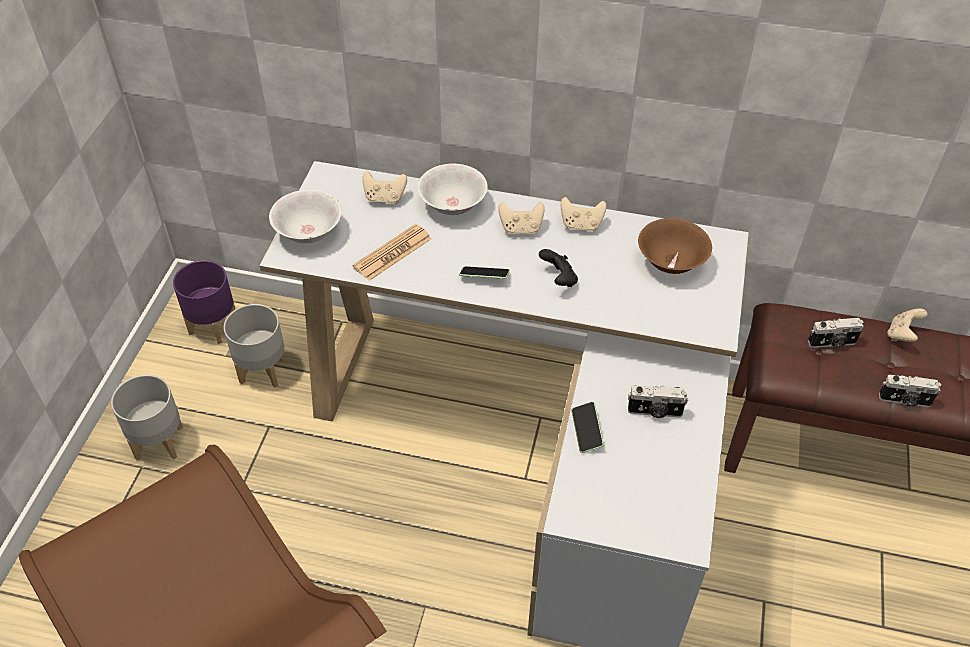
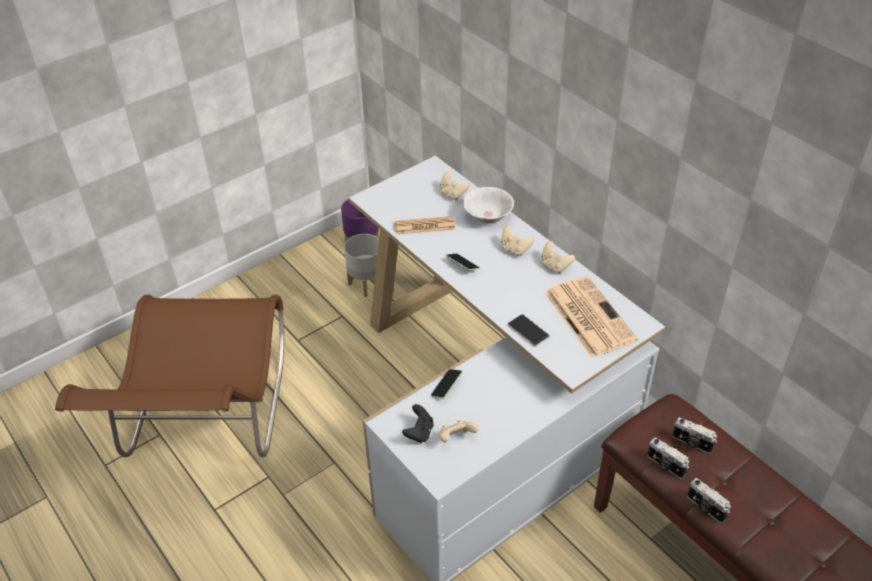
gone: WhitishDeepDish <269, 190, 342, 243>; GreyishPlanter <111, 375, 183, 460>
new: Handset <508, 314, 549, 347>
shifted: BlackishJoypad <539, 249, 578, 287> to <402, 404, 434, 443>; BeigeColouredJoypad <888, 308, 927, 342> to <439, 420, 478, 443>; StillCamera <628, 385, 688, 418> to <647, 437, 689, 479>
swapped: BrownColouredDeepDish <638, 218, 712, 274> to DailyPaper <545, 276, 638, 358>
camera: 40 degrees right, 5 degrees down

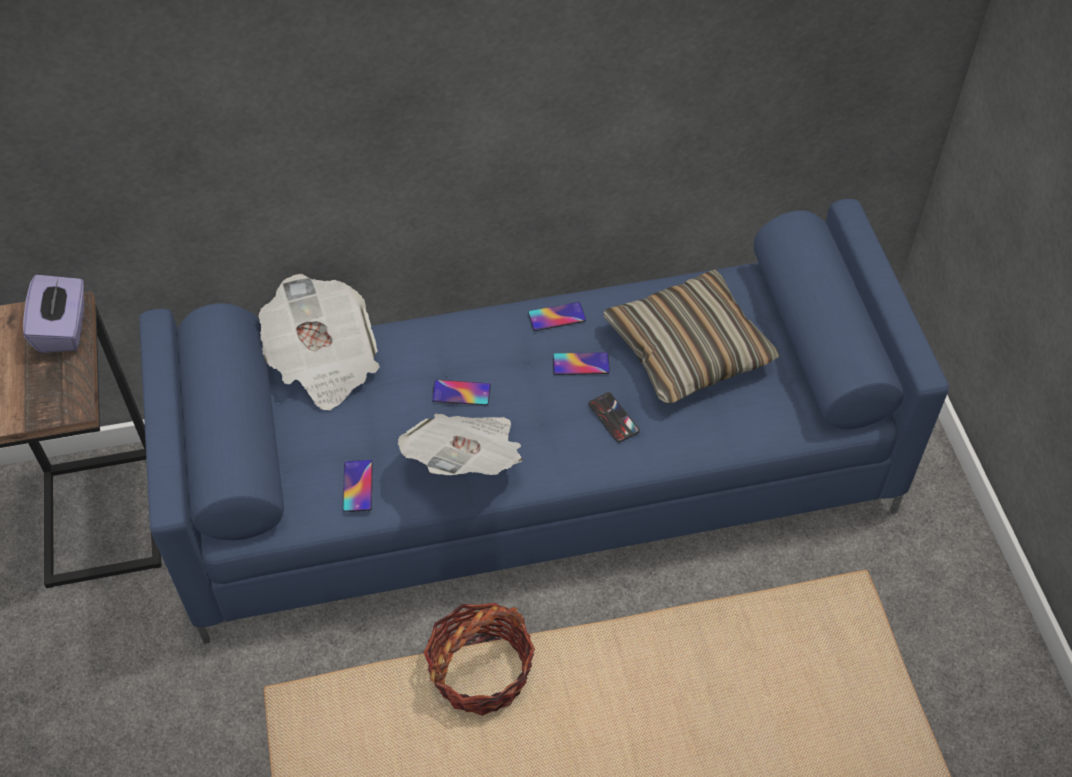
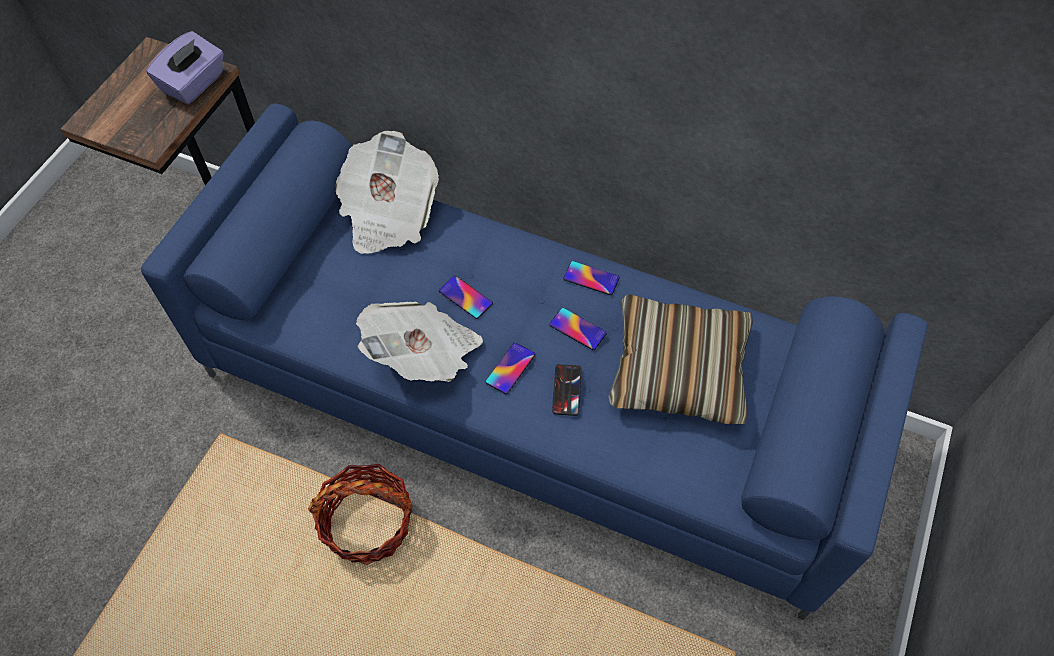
shifted: Handset <343, 460, 373, 512> to <485, 342, 536, 394>
camera: 35 degrees right, 5 degrees up

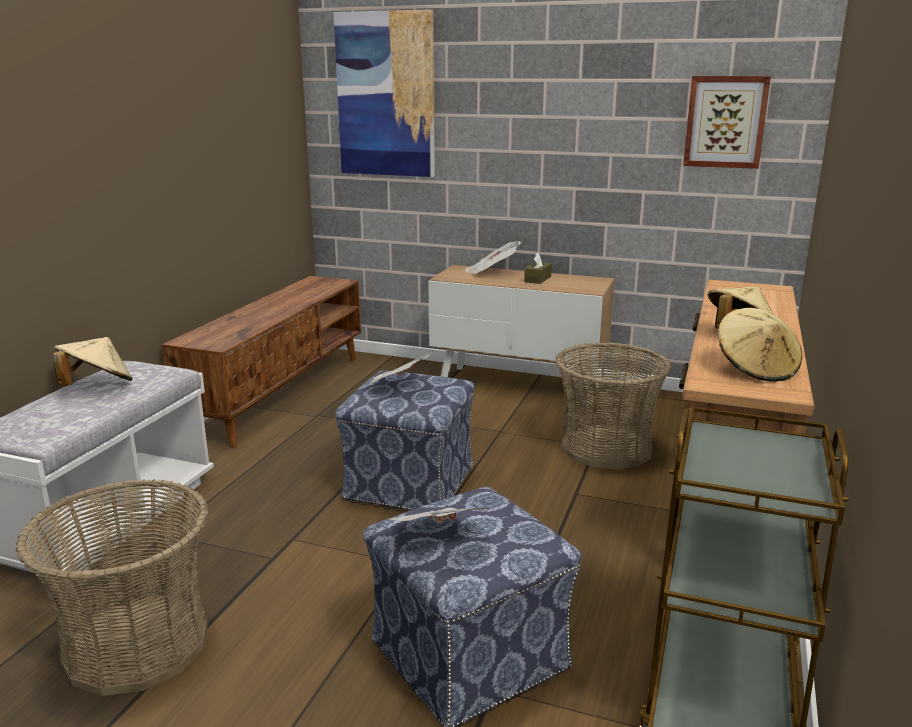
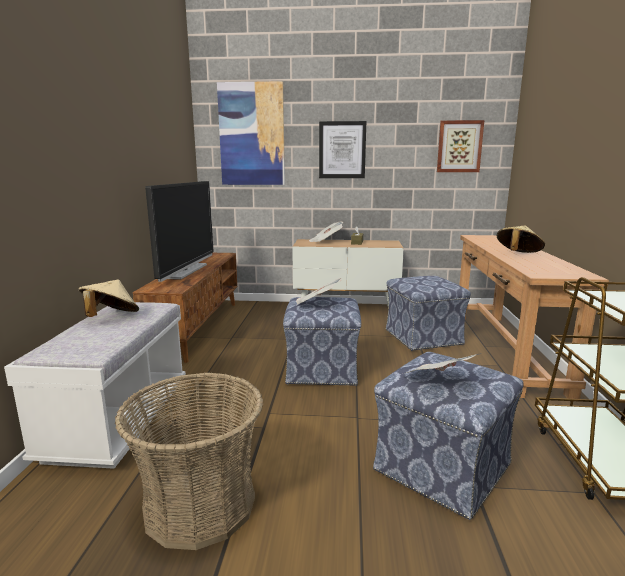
gone: BeigeColouredWearableHat <718, 308, 802, 382>
new: Picture <319, 121, 366, 178>; Tv <145, 181, 213, 282>
swapped: HouseholdBasket <555, 342, 672, 470> to Ottoman <385, 276, 471, 351>
camera: 15 degrees left, 5 degrees down

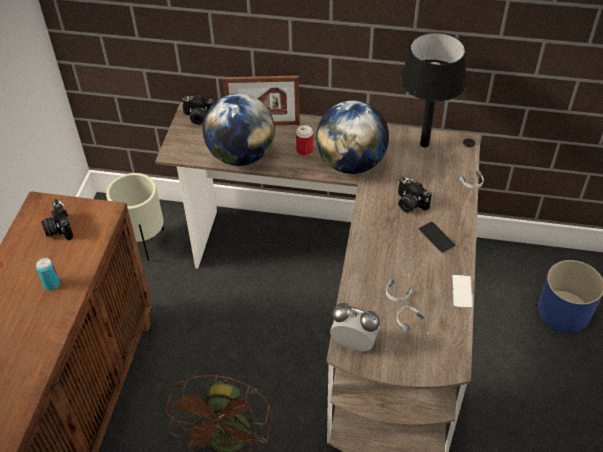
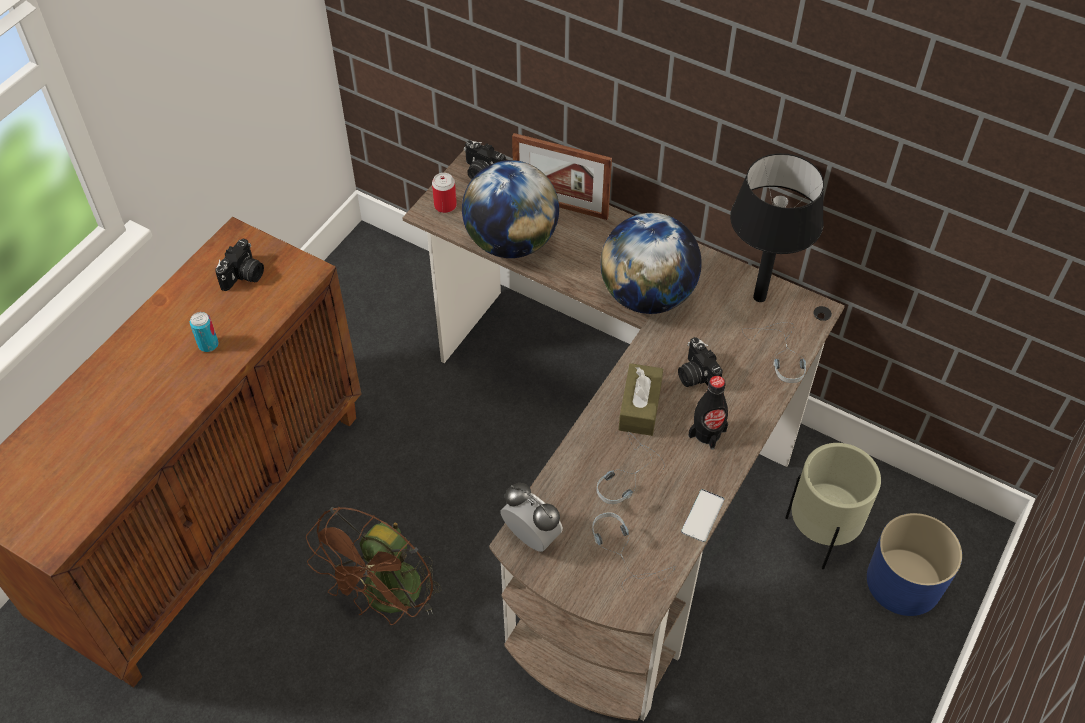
new: BrownColouredBoxOfTissues <619, 363, 663, 436>
shifted: SealedCan <296, 125, 313, 156> to <432, 173, 457, 213>; BeigeColouredPlanter <106, 173, 164, 261> to <785, 443, 881, 569>
swapped: Handset <419, 222, 455, 253> to BlackishBottle <688, 376, 728, 450>
rotated: StillCamera <41, 199, 74, 240> = <215, 238, 264, 291> 150 degrees counterclockwise
camera: 20 degrees right, 5 degrees up

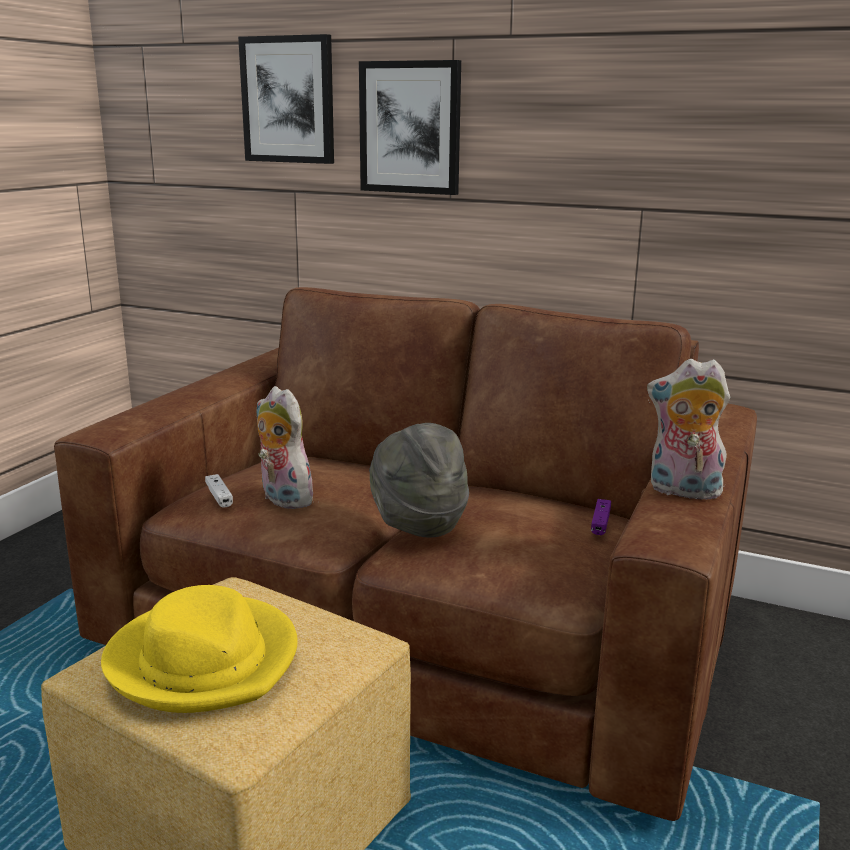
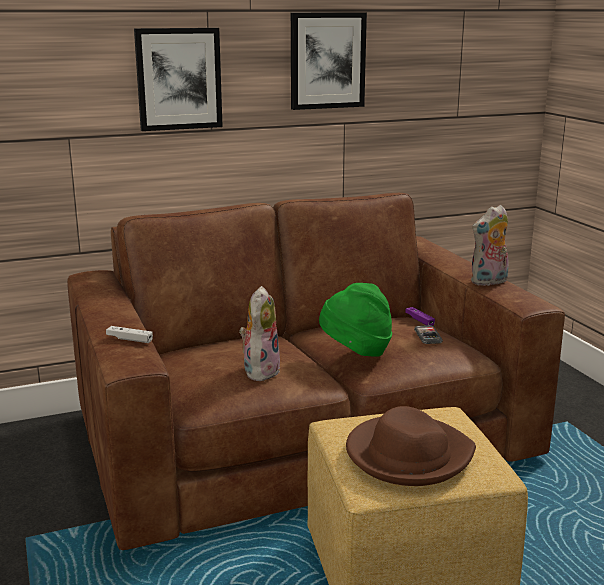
new: Handset <414, 325, 443, 344>
shifted: Picture <238, 34, 334, 164> to <291, 12, 367, 110>; WhitishJoypad <205, 474, 233, 508> to <106, 326, 153, 343>
repainted: GreyishWearableHat <369, 423, 469, 537> to GreenishWearableHat <319, 283, 392, 357>; YellowishWearableHat <101, 585, 298, 713> to BrownColouredWearableHat <346, 406, 476, 486>
rotated: SoftToy <256, 386, 313, 509> = <239, 286, 280, 381> 105 degrees clockwise
camera: 45 degrees left, 0 degrees up

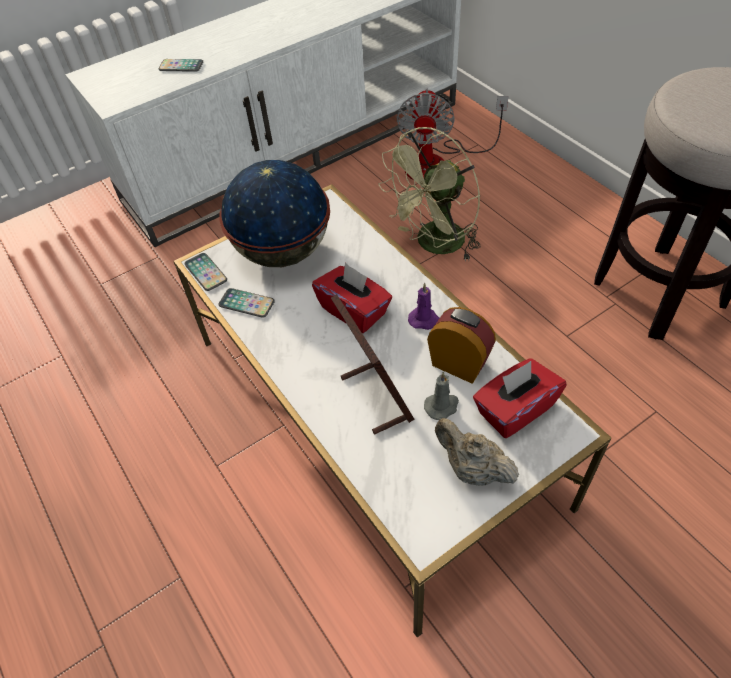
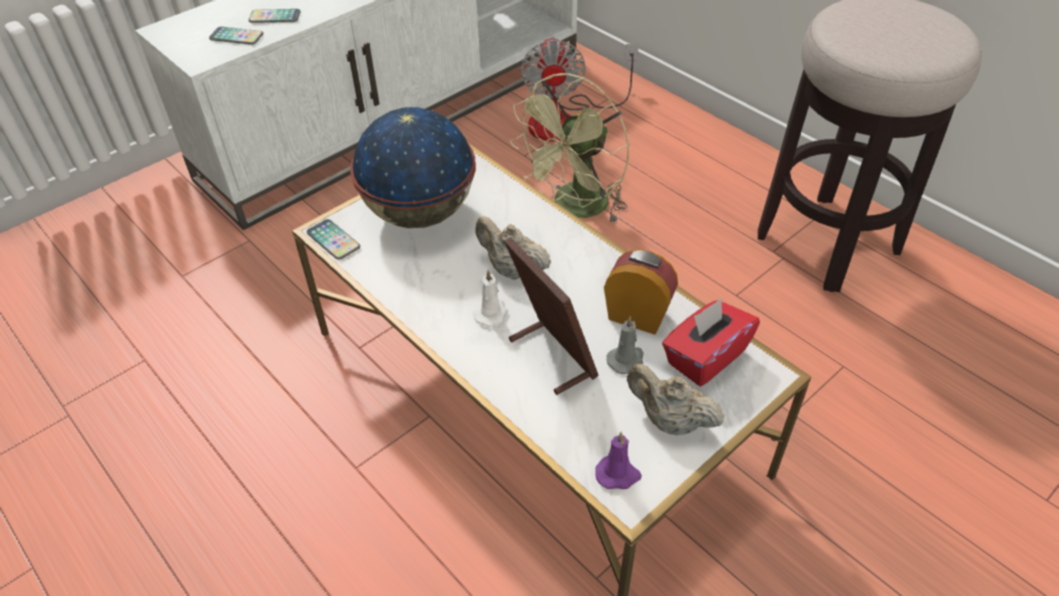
new: WhitishWaxCandle <473, 269, 508, 327>
shifted: PurplishWaxCandle <408, 283, 439, 330> to <595, 432, 642, 489>; Handset <219, 288, 275, 318> to <209, 27, 264, 45>
swapped: RedColouredBoxOfTissues <312, 262, 392, 333> to BeigeColouredPotForTea <475, 216, 551, 280>
camera: 10 degrees left, 5 degrees down

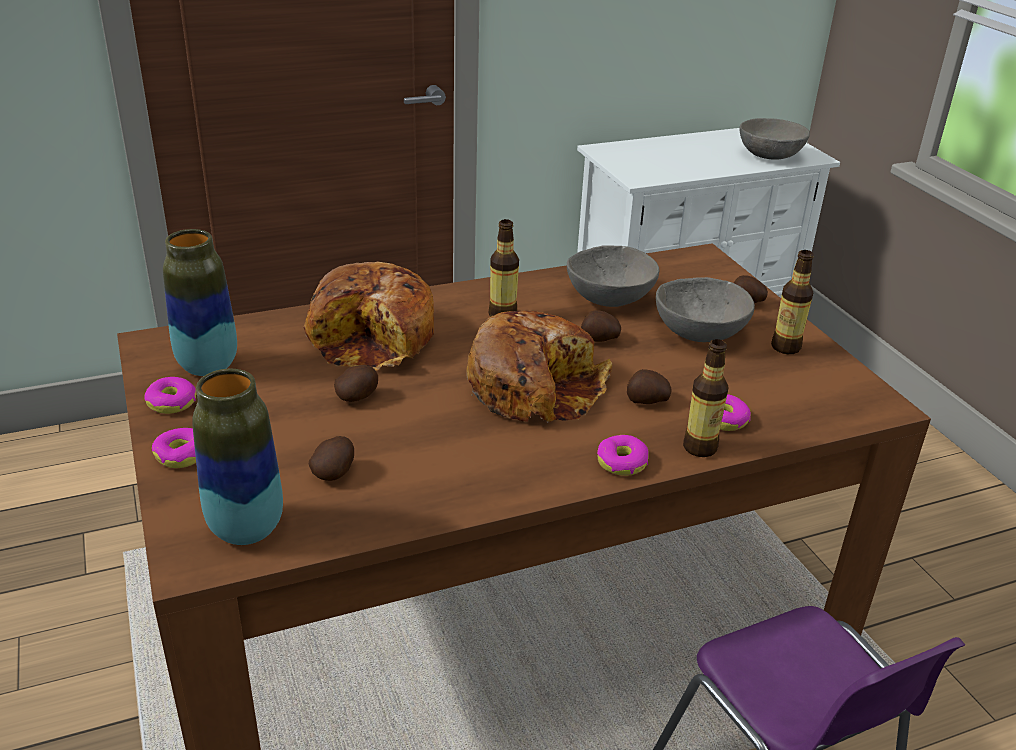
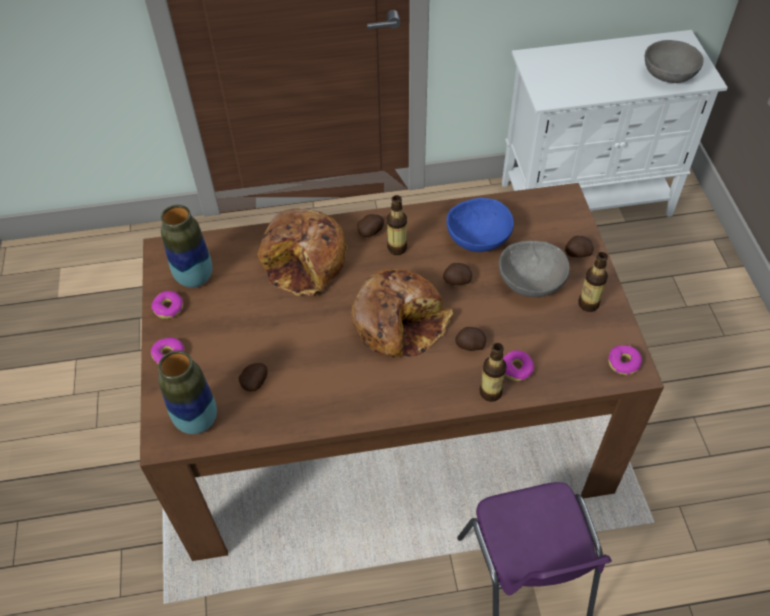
shifted: WholePotato <334, 365, 378, 402> to <357, 214, 384, 237>; Doughnut <597, 435, 649, 476> to <608, 345, 642, 375>
repainted: GreyishDeepDish <567, 245, 659, 307> to BluishDeepDish <446, 198, 514, 252>
camera: 15 degrees right, 20 degrees up

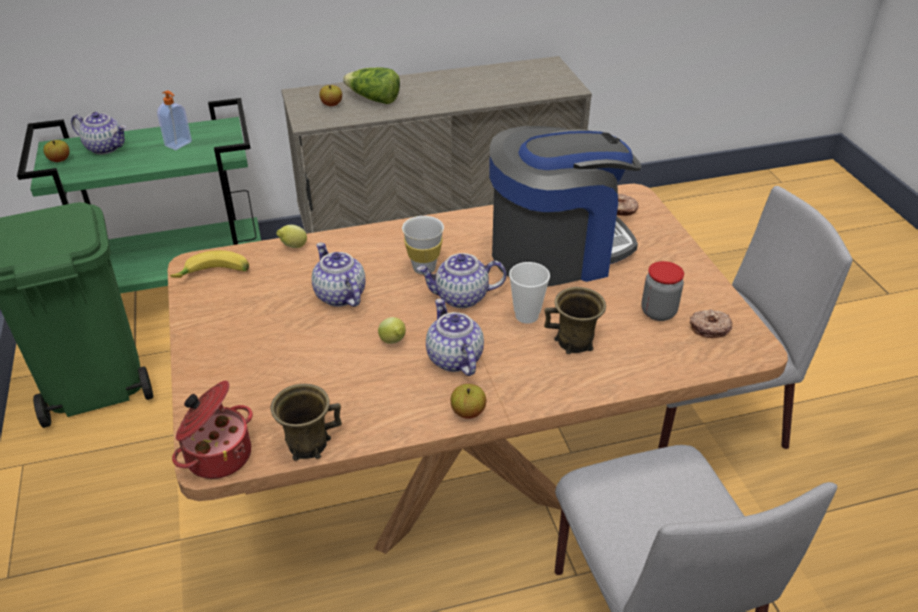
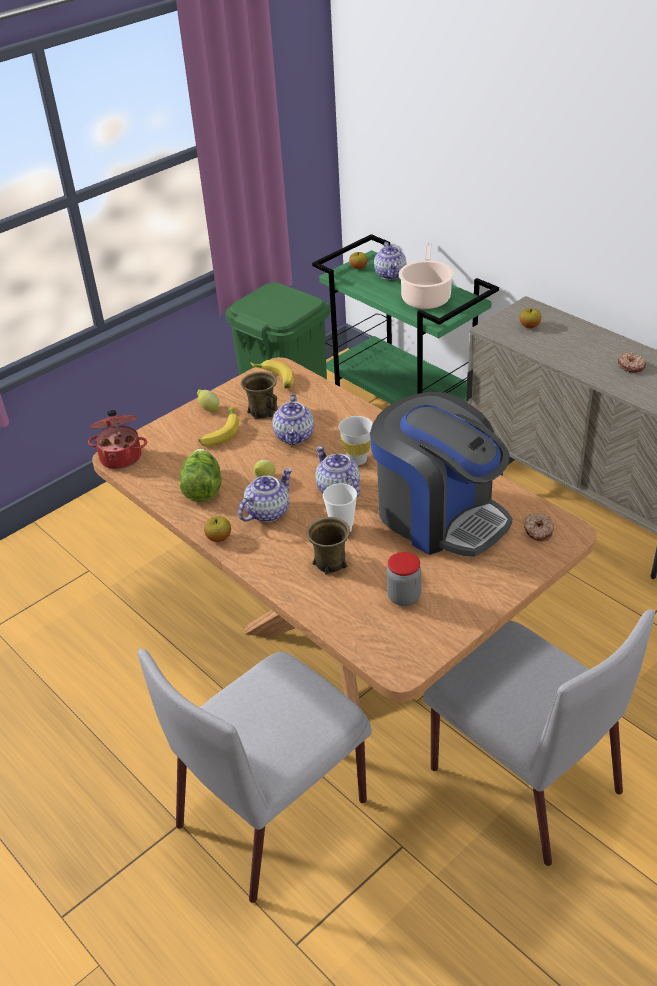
new: WholeBanana <198, 407, 239, 447>
shifted: Lettuce <343, 67, 400, 104> to <180, 448, 221, 502>; Lemon <276, 225, 307, 248> to <197, 389, 219, 412>; Doughnut <690, 309, 732, 338> to <618, 352, 646, 373>; BrownColouredMug <270, 384, 342, 461> to <241, 372, 278, 419>
swapped: SoapBottle <157, 90, 192, 150> to Stockpot <399, 242, 454, 309>
rotated: PotForTea <312, 243, 366, 307> = <272, 394, 314, 445> 150 degrees clockwise
camera: 65 degrees right, 0 degrees up

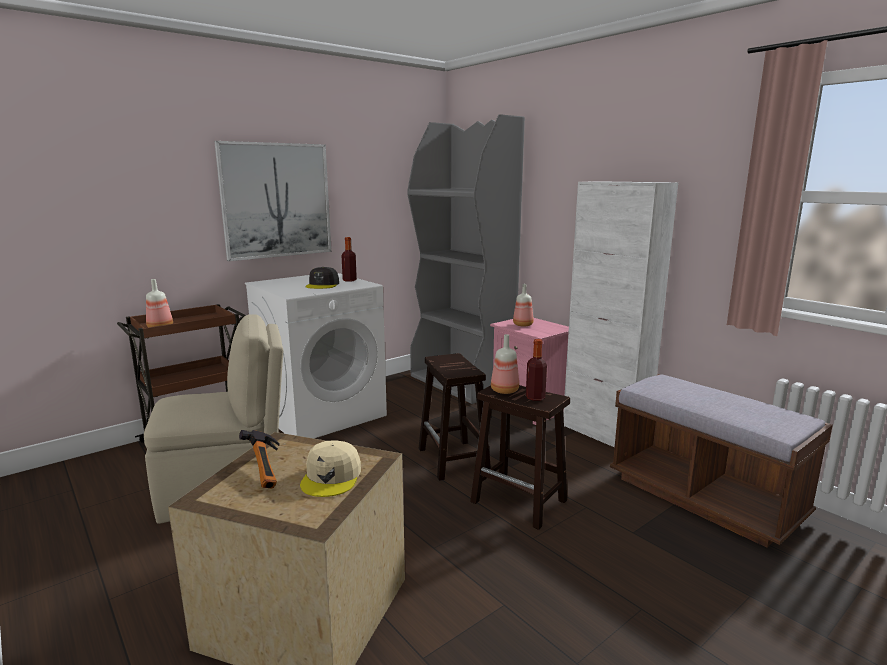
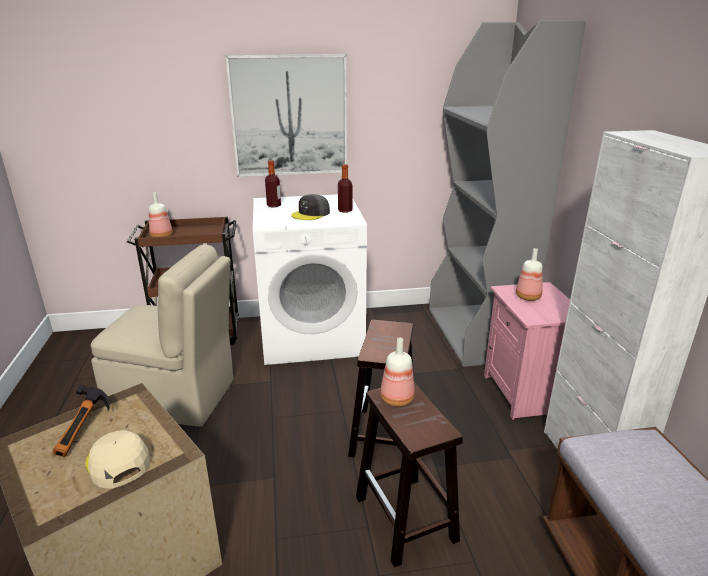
shifted: Bottle <526, 339, 547, 401> to <265, 160, 281, 207>
rotated: BeigeColouredBaseballCap <300, 441, 361, 497> = <85, 430, 150, 489> 105 degrees clockwise
camera: 30 degrees right, 10 degrees up

